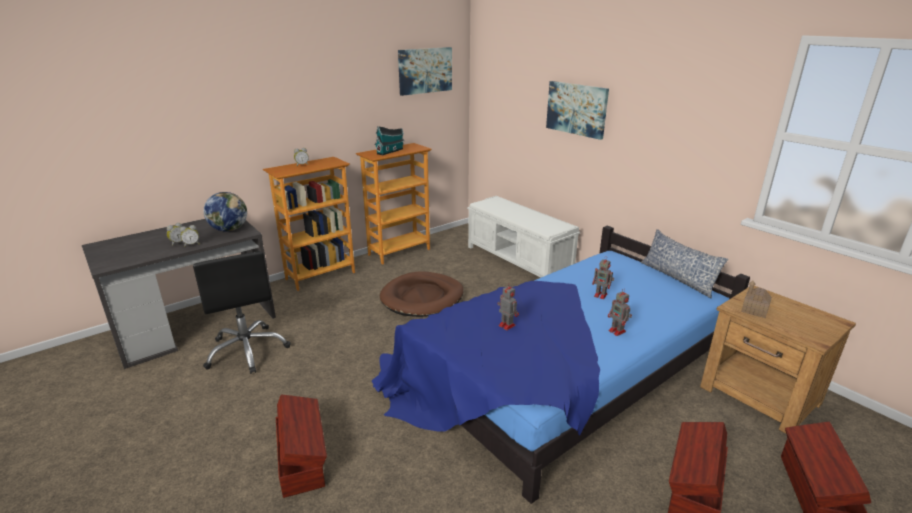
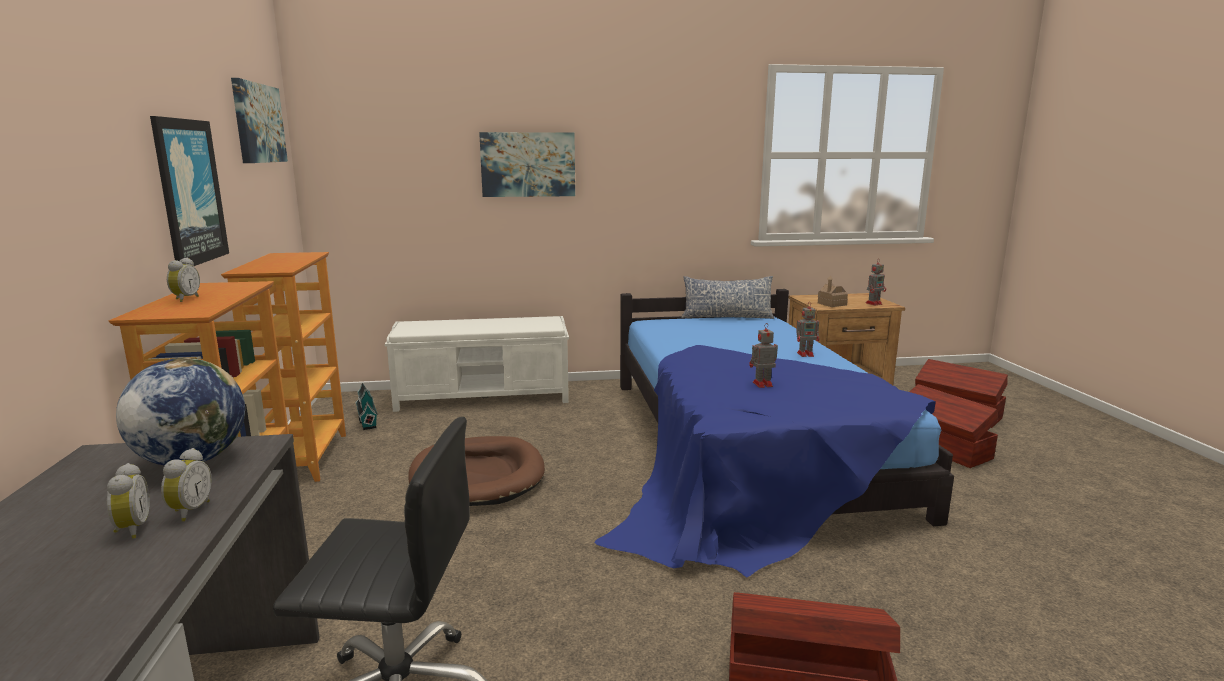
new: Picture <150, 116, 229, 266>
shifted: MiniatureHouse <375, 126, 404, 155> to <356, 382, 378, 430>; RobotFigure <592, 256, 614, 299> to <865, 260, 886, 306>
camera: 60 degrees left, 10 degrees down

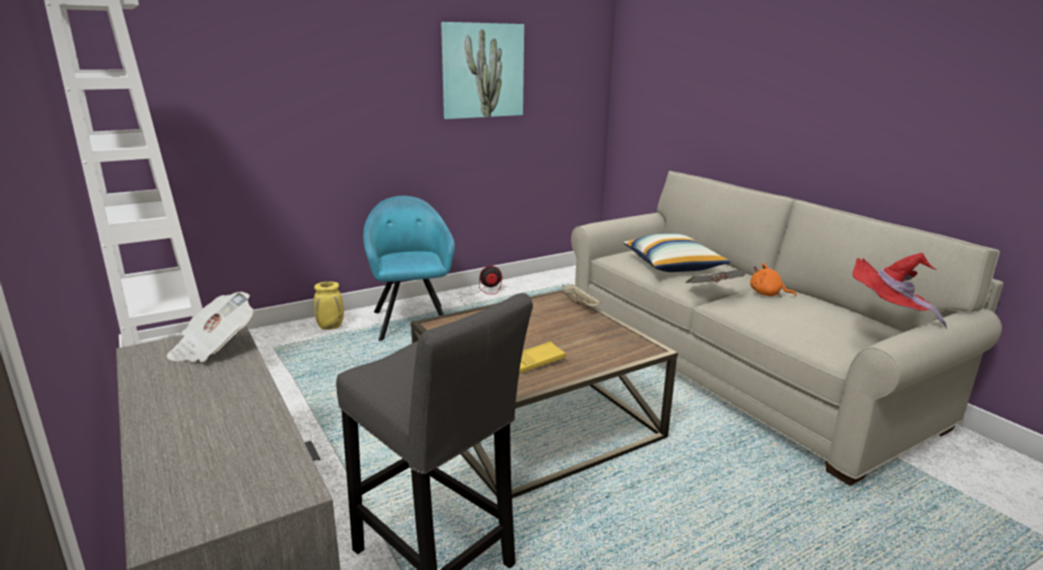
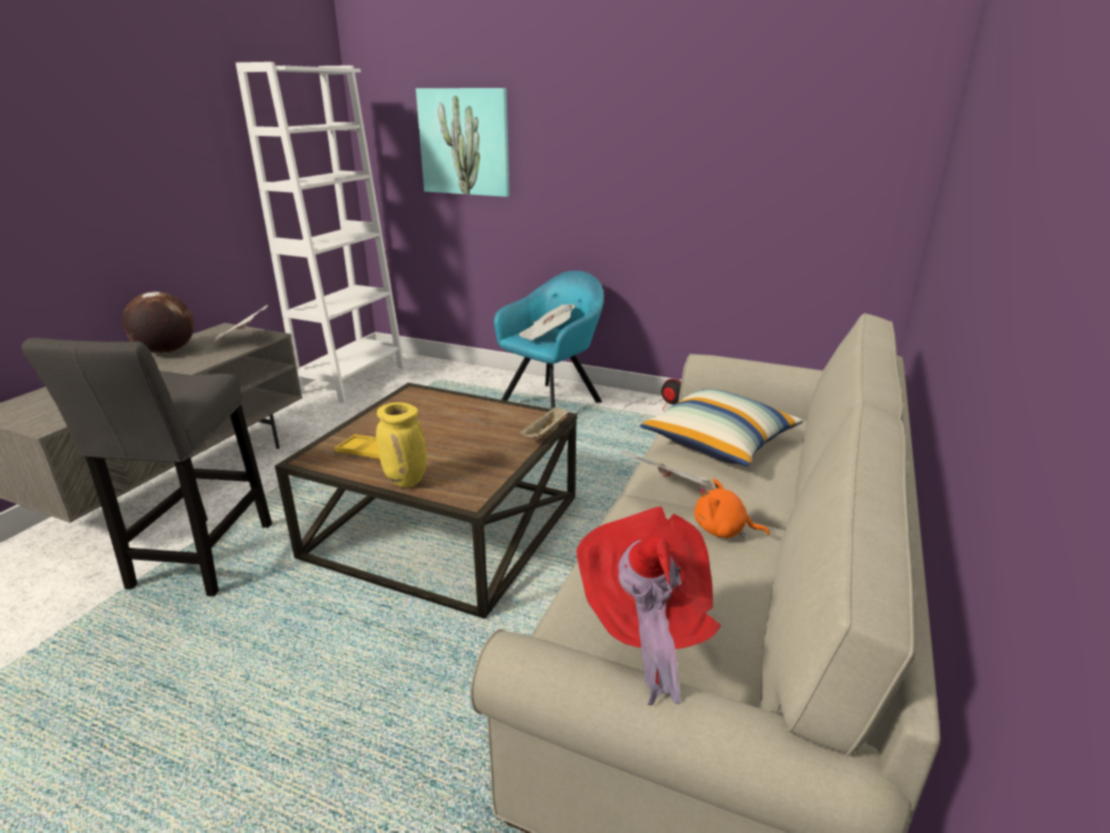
new: WorldGlobe <123, 292, 194, 354>; DailyPaper <519, 304, 575, 341>
shifted: Picture <441, 22, 524, 119> to <416, 88, 510, 197>; YellowishVase <314, 282, 344, 330> to <376, 402, 427, 487>
rotated: OrangeColouredSoftToy <750, 263, 796, 297> = <694, 479, 770, 539> 60 degrees counterclockwise
camera: 55 degrees right, 5 degrees up

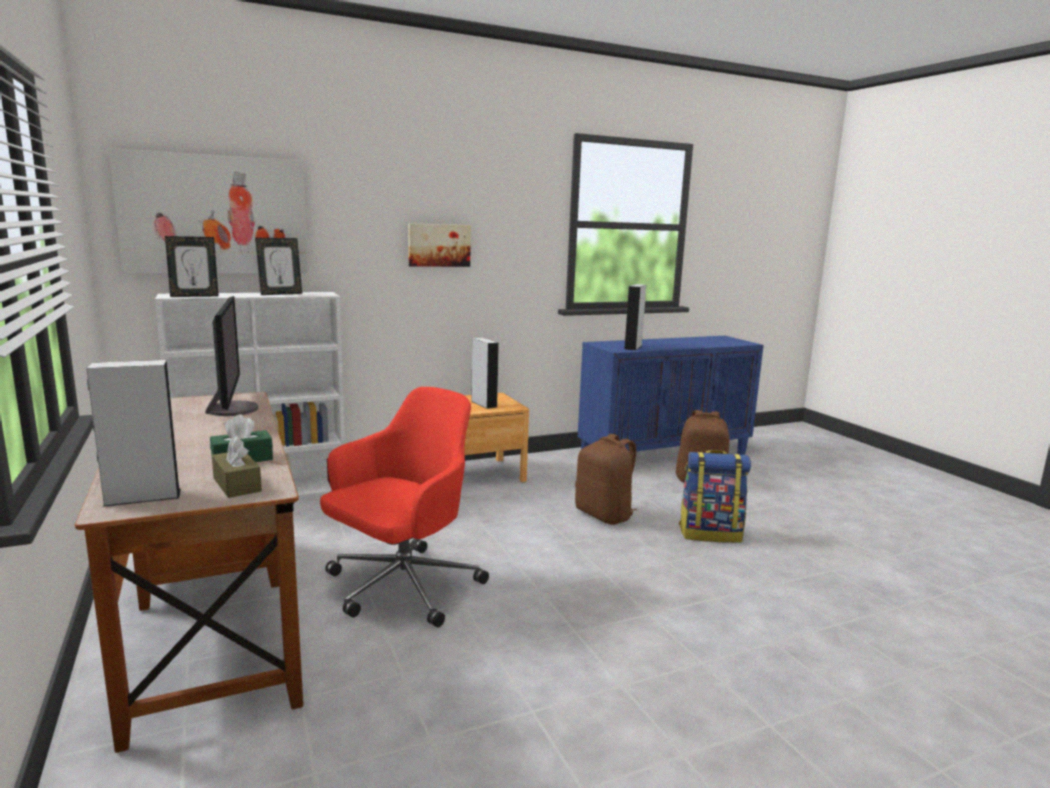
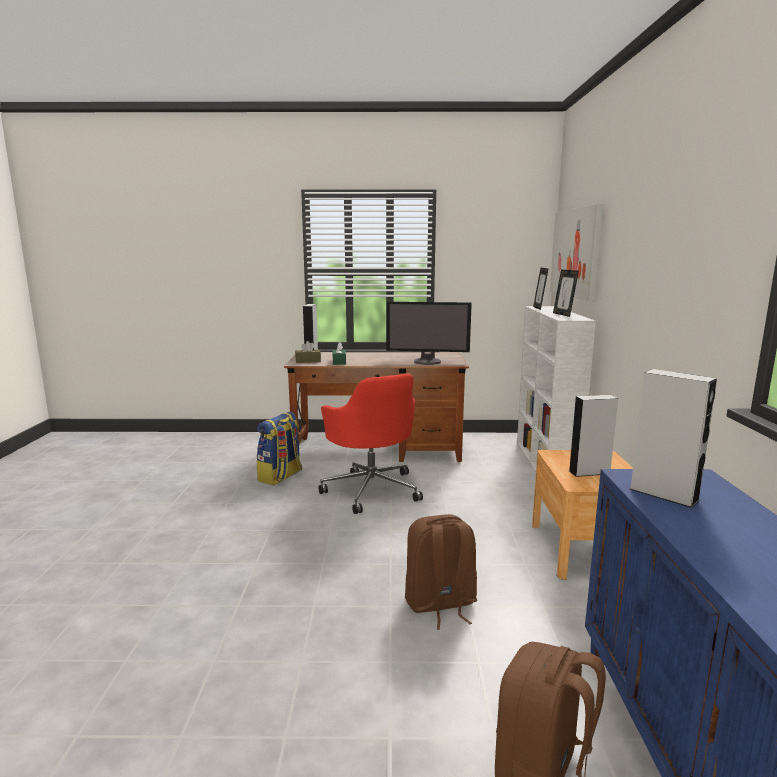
gone: Picture <408, 223, 471, 267>
shifted: Rucksack <679, 450, 751, 543> to <257, 412, 302, 486>
camera: 115 degrees right, 0 degrees up

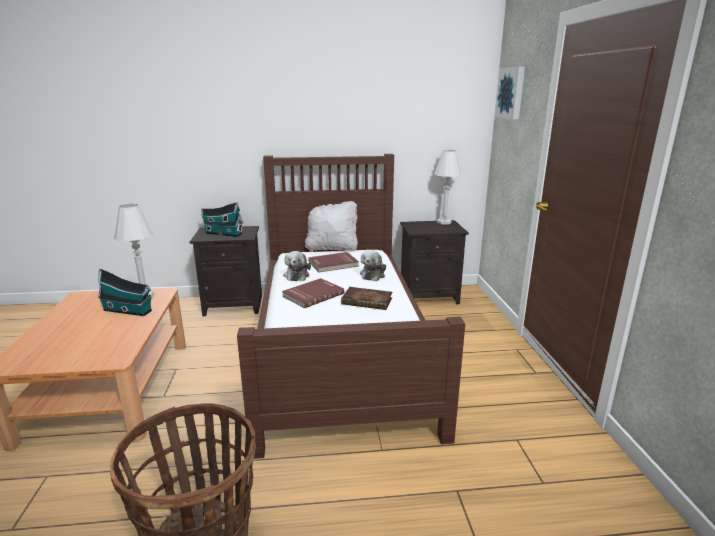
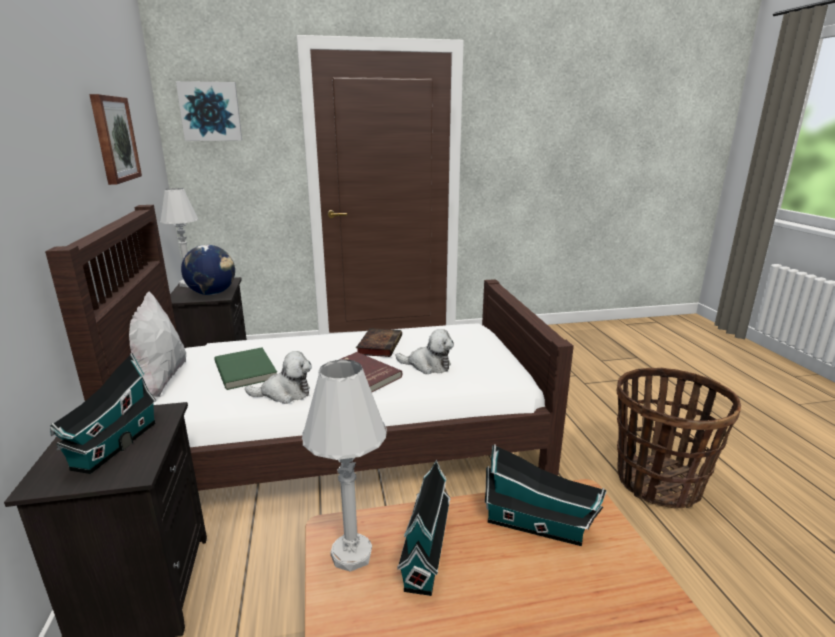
new: Picture <89, 94, 142, 185>; WorldGlobe <181, 245, 235, 295>; MiniatureHouse <485, 444, 606, 546>
shifted: SoftToy <360, 250, 386, 281> to <396, 329, 454, 374>
repainted: RedColouredVolume <308, 252, 359, 272> to GreenishVolume <214, 348, 277, 390>
camera: 95 degrees left, 0 degrees up

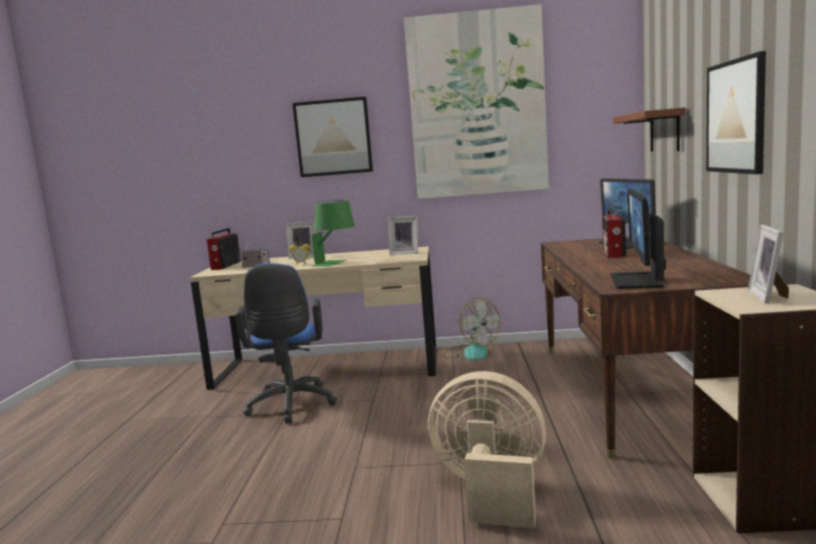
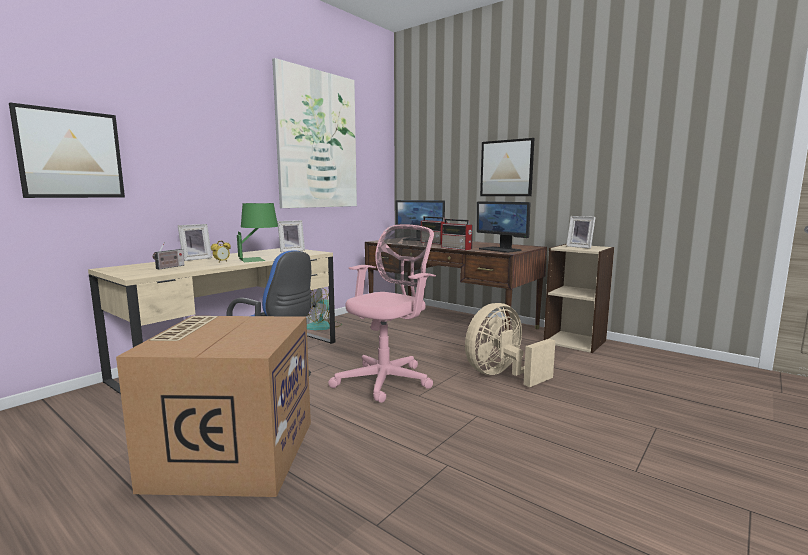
gone: BrownColouredBracketShelf <613, 107, 686, 151>
new: PinkOfficeChair <328, 224, 436, 403>; PackingBox <116, 316, 311, 497>
shifted: Picture <293, 97, 373, 177> to <9, 103, 125, 198>; Radio <207, 228, 241, 270> to <441, 219, 473, 250>
rotated: Fan <443, 298, 501, 361> = <307, 288, 342, 330> 135 degrees clockwise
camera: 55 degrees left, 0 degrees up

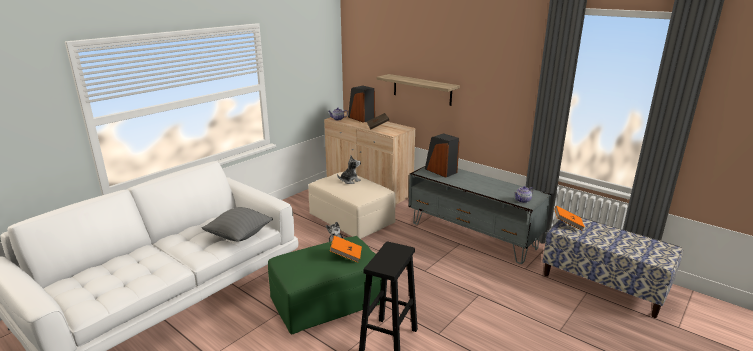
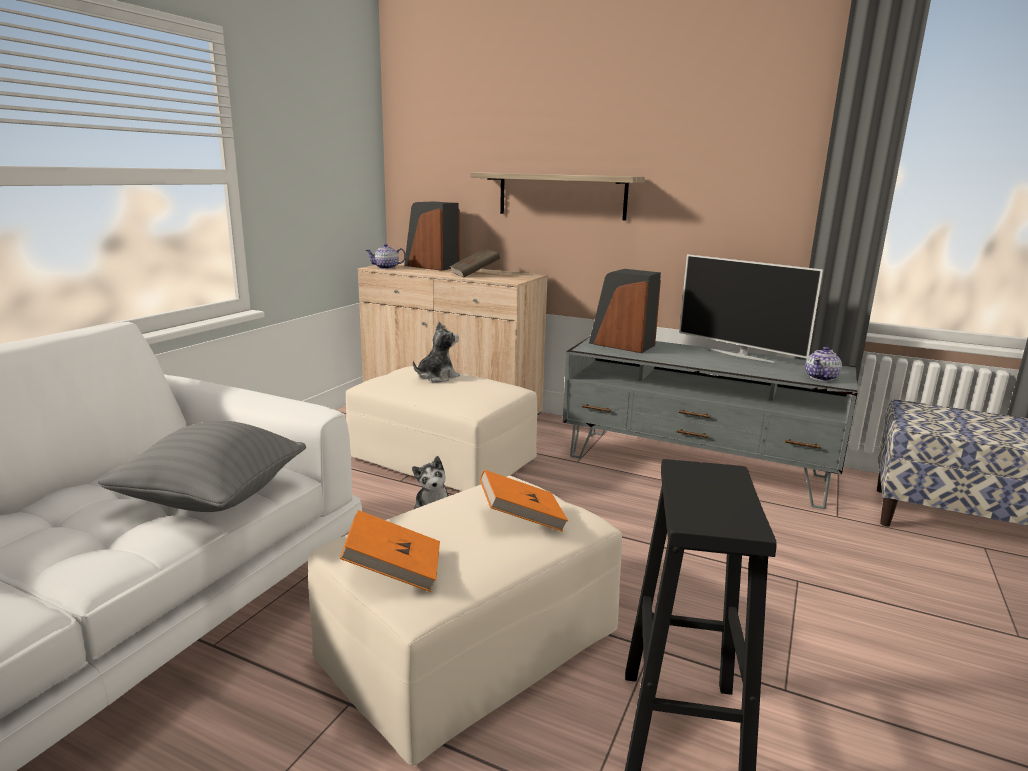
new: Tv <679, 254, 823, 363>
shifted: OrangeColouredVolume <554, 206, 585, 230> to <340, 510, 440, 592>
repainted: GreenishOttoman <268, 236, 382, 334> to BeigeColouredOttoman <308, 476, 622, 765>
camera: 15 degrees left, 5 degrees down

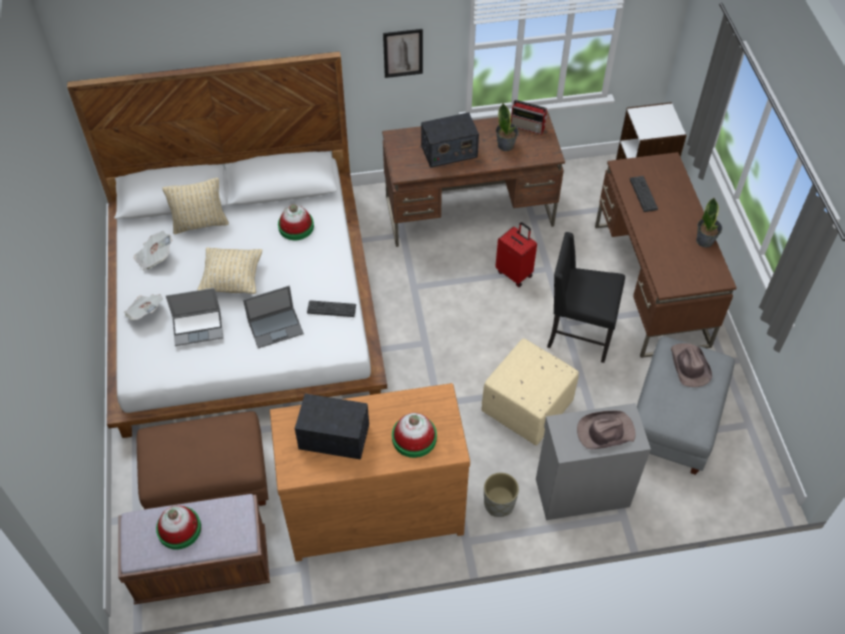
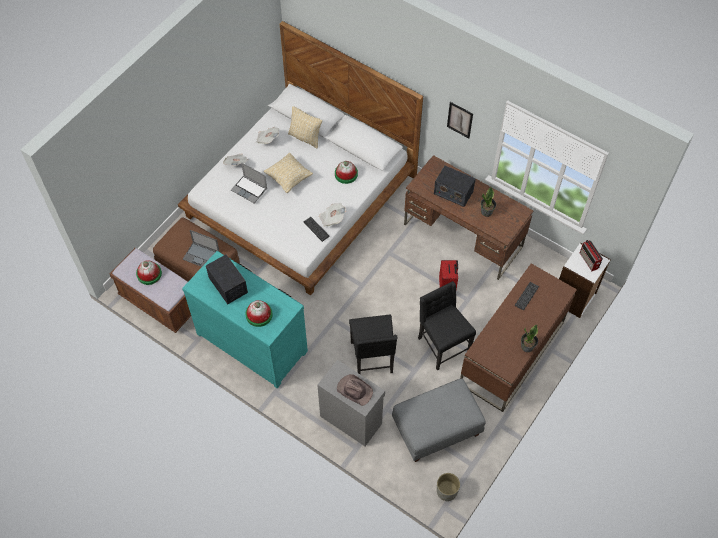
gone: BrownColouredWearableHat <671, 343, 712, 387>
new: DailyPaper <319, 203, 346, 227>
shifted: Radio <511, 100, 548, 135> to <580, 240, 603, 271>; PortableComputer <243, 286, 304, 348> to <183, 230, 220, 267>; GreyishPlanter <484, 472, 519, 517> to <437, 473, 460, 501>
swapped: BeigeColouredOttoman <481, 339, 579, 446> to BlackishPlainChair <349, 315, 397, 375>
repainted: BrownColouredDresser <270, 383, 470, 562> to TurquoiseDresser <182, 251, 308, 388>
camera: 45 degrees right, 5 degrees up

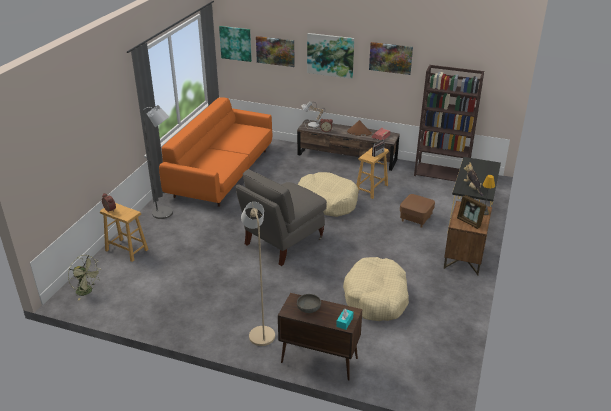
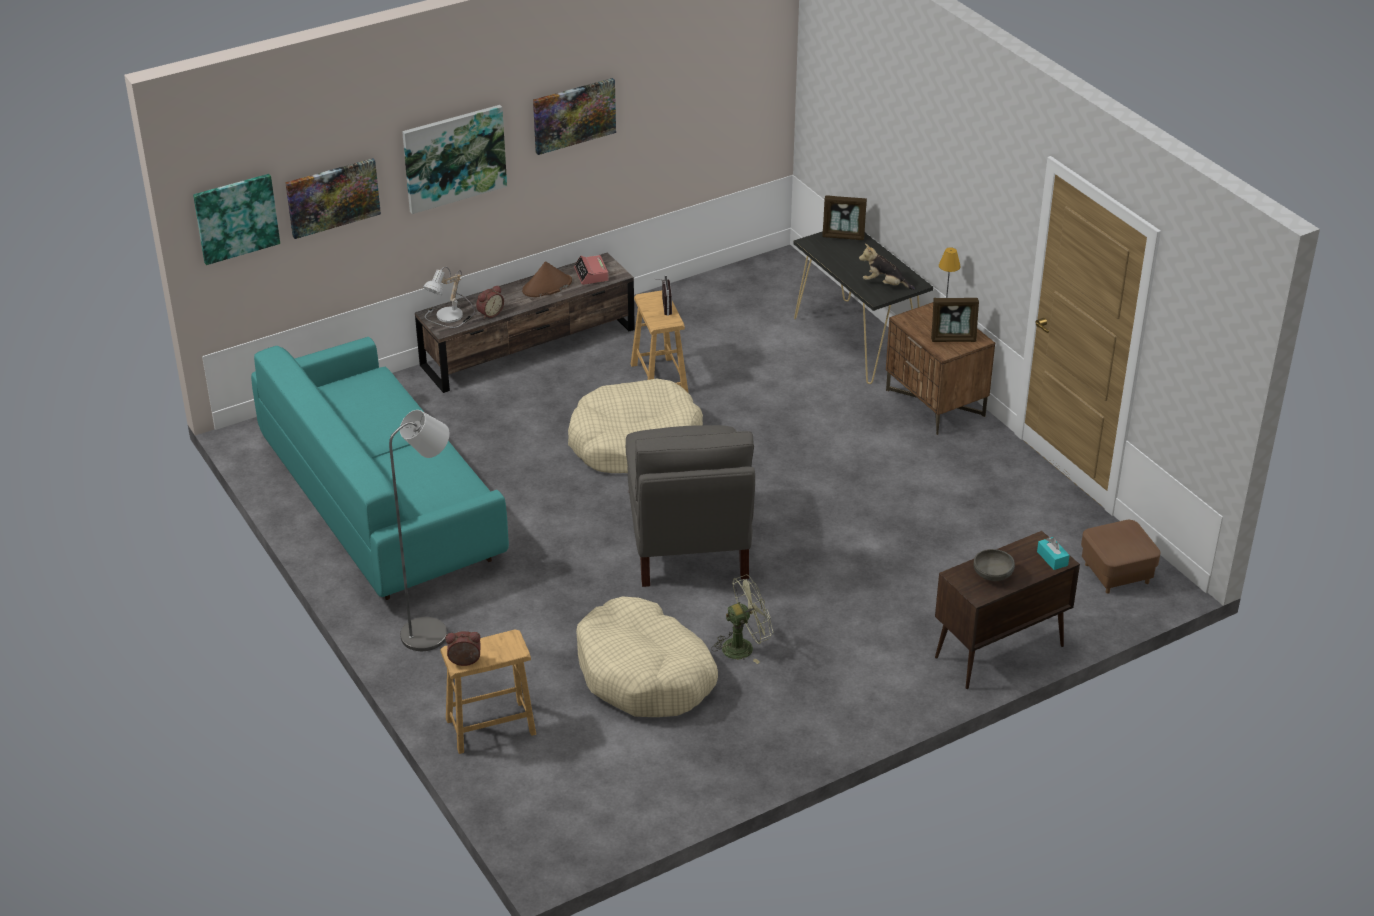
gone: BrownColouredShelvingUnit <414, 65, 484, 182>; BeigeColouredFloorLamp <241, 202, 275, 346>
new: PictureFrame <822, 195, 867, 240>
shifted: BrownColouredOttoman <400, 194, 435, 228> to <1081, 520, 1160, 594>; GreenishFan <68, 255, 102, 300> to <711, 575, 773, 664>; BeigeColouredPetBed <343, 257, 409, 321> to <576, 597, 718, 717>
repainted: OrangeColouredSettee <159, 97, 273, 207> to TurquoiseSettee <251, 337, 509, 600>
camera: 50 degrees left, 5 degrees up

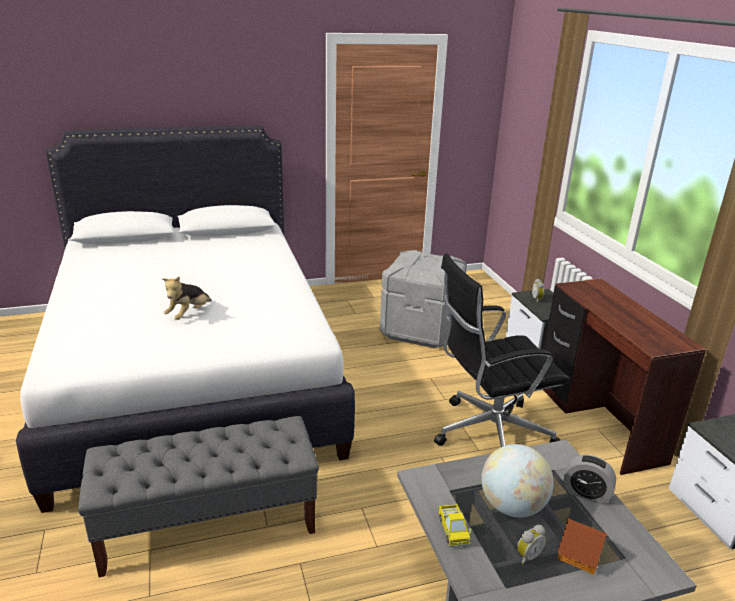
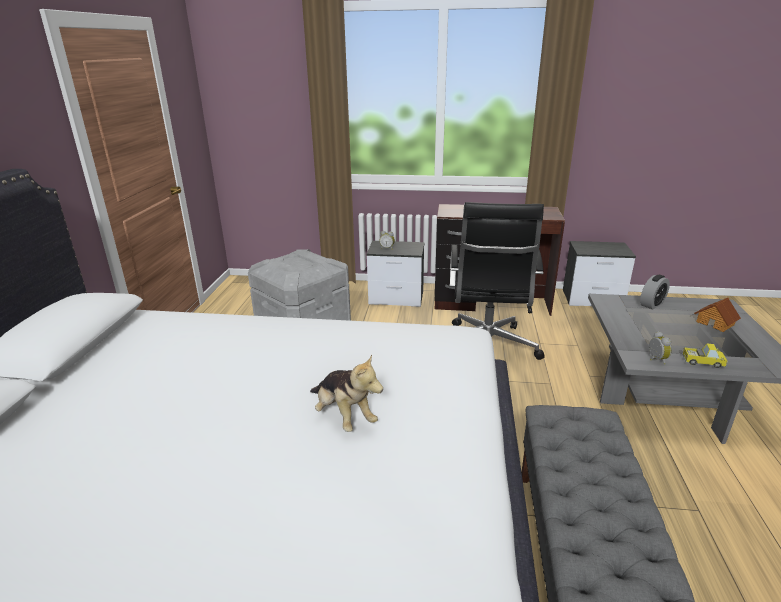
gone: WorldGlobe <481, 444, 554, 518>
shifted: TableClock <517, 525, 547, 564> to <649, 331, 672, 364>
camera: 65 degrees left, 0 degrees up

